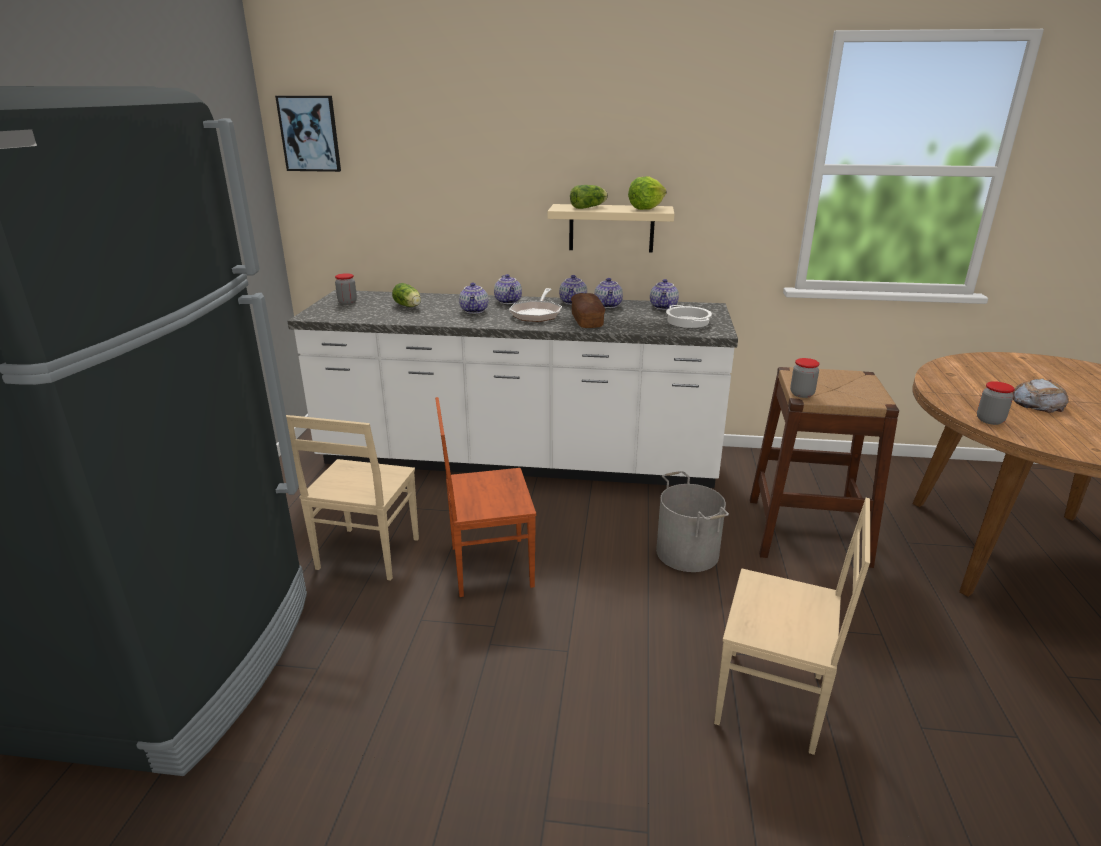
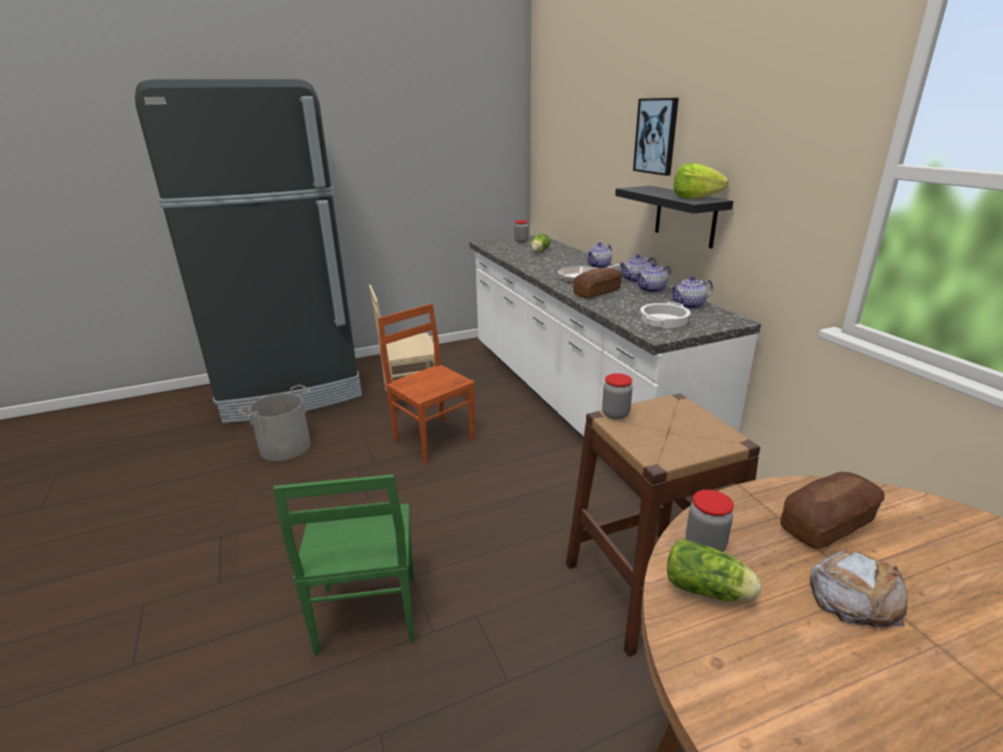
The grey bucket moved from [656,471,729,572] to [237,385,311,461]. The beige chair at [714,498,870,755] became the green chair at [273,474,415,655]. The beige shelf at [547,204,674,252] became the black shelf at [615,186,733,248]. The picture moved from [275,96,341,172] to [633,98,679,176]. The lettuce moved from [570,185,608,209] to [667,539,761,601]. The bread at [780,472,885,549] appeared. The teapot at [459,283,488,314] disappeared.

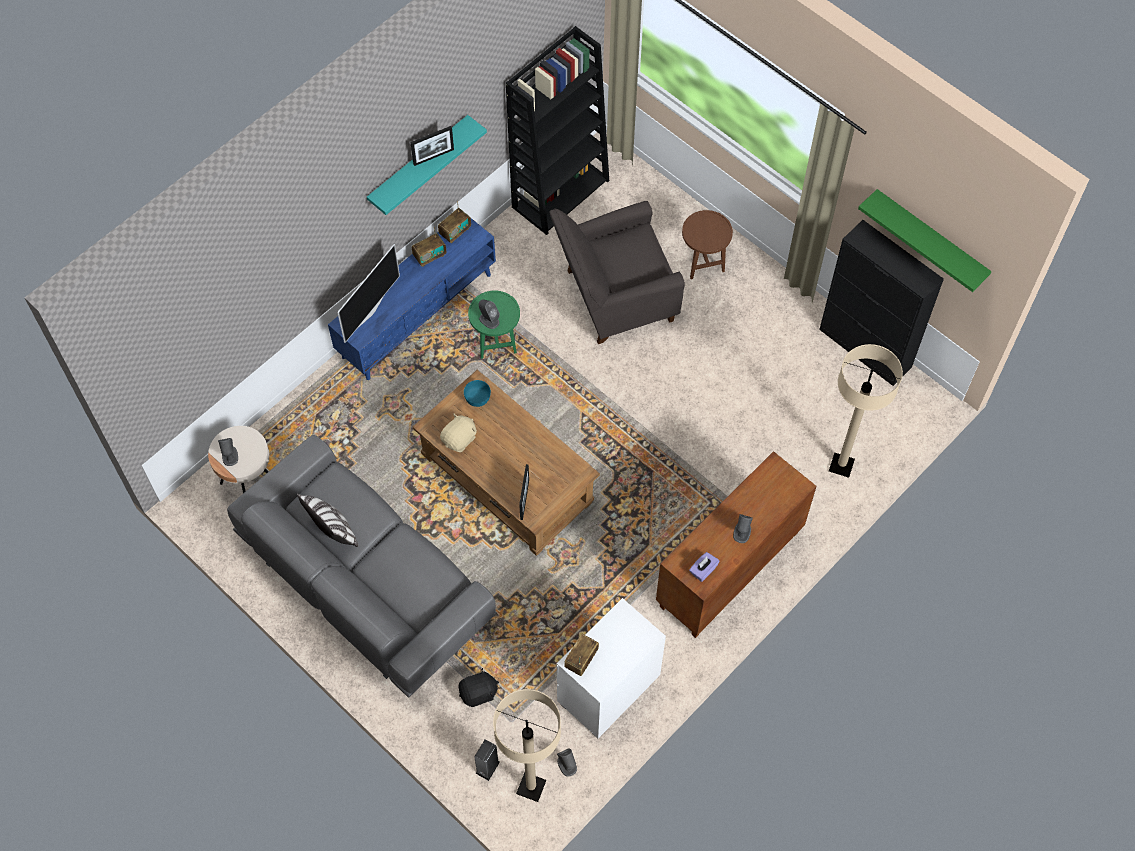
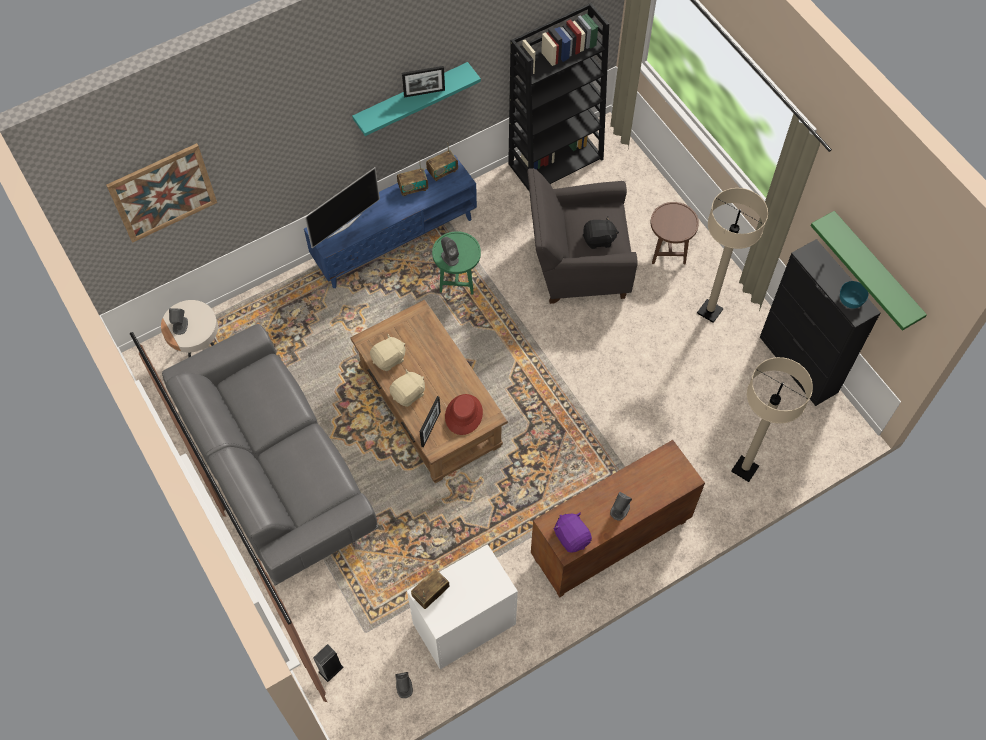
The picture at [106,143,217,243] appeared. The beige plush toy at [389,369,425,407] appeared. The red hat at [445,394,483,435] appeared. The purple tissue box at [689,552,720,582] was replaced by the purple plush toy at [553,512,592,553]. The black plush toy moved from [458,668,499,707] to [583,217,619,249]. The beige floor lamp moved from [493,689,561,802] to [697,188,768,323]. The turquoise bowl moved from [464,380,491,407] to [840,281,868,308]. The pillow at [297,493,358,547] disappeared.

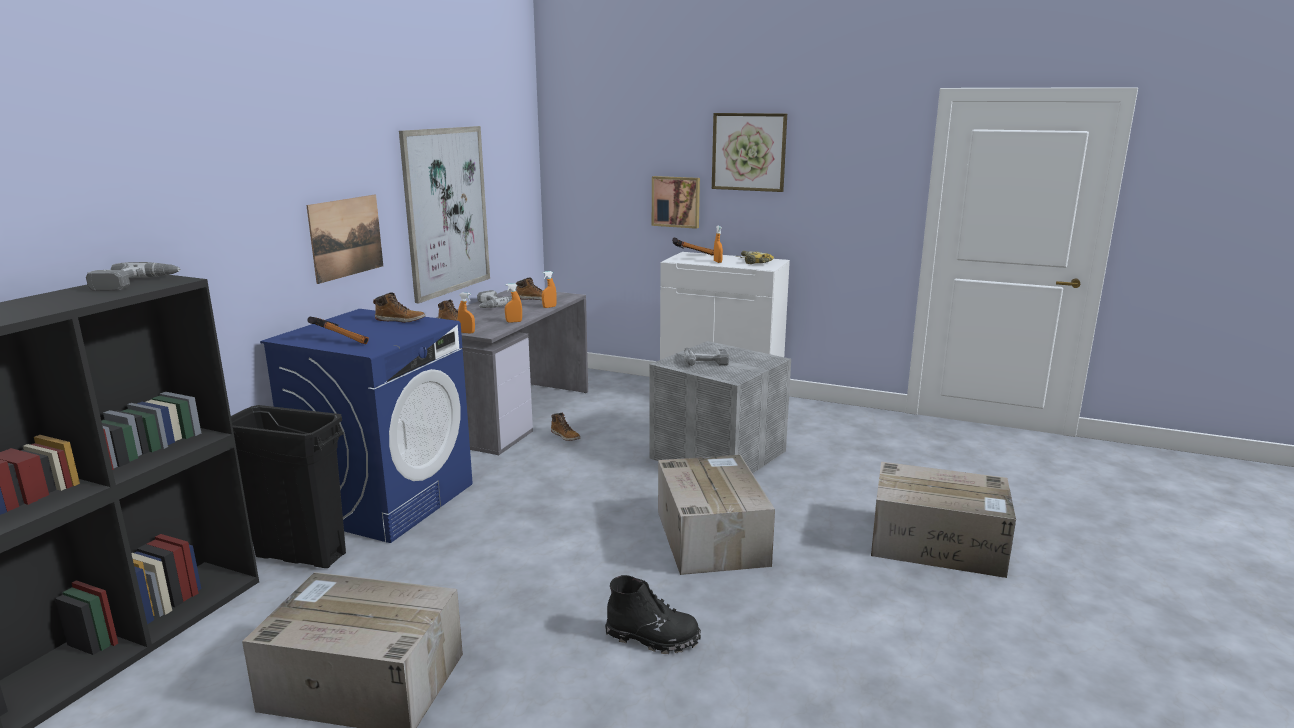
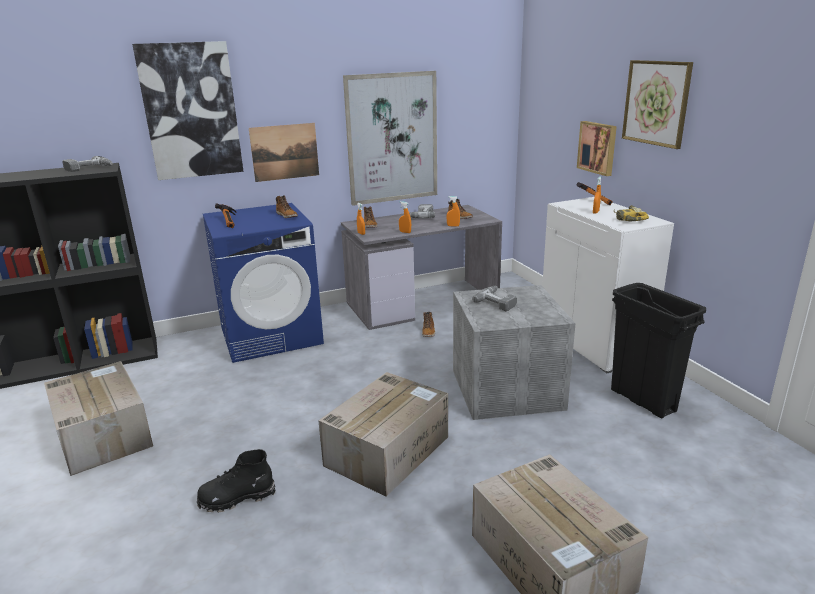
The picture at [132,41,243,180] appeared. The black boot at [605,575,701,654] turned 105 degrees clockwise. The black trash can moved from [231,405,346,568] to [611,283,706,418].

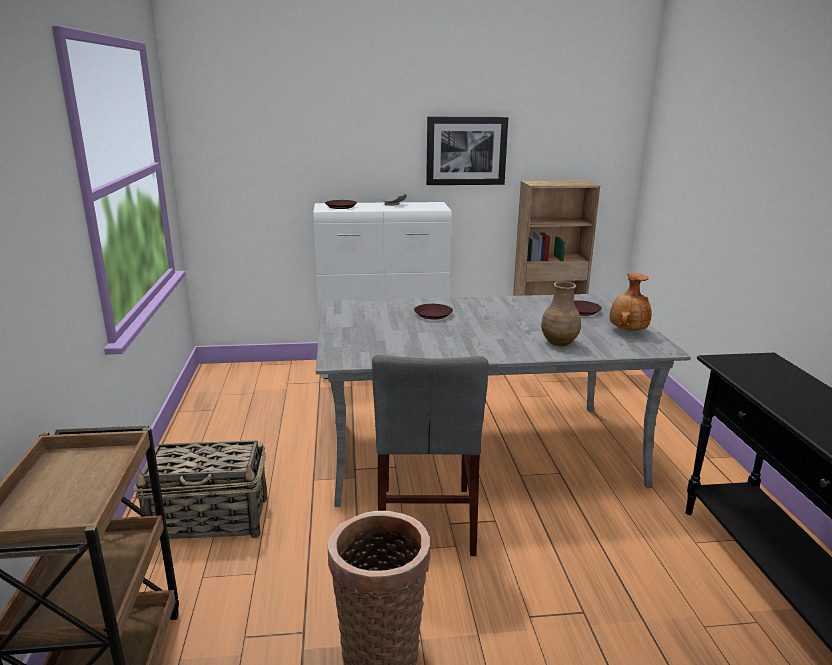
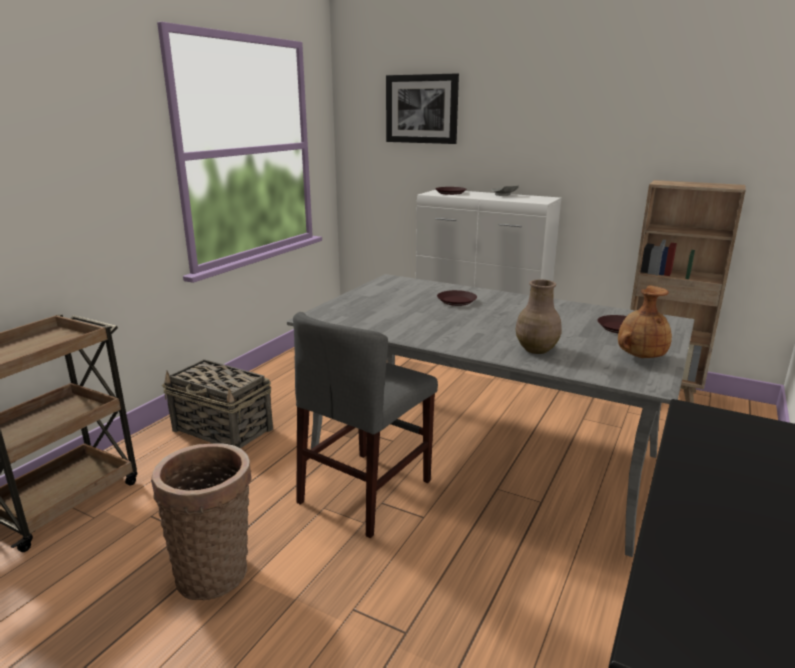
The picture moved from [426,117,508,185] to [386,73,459,144].

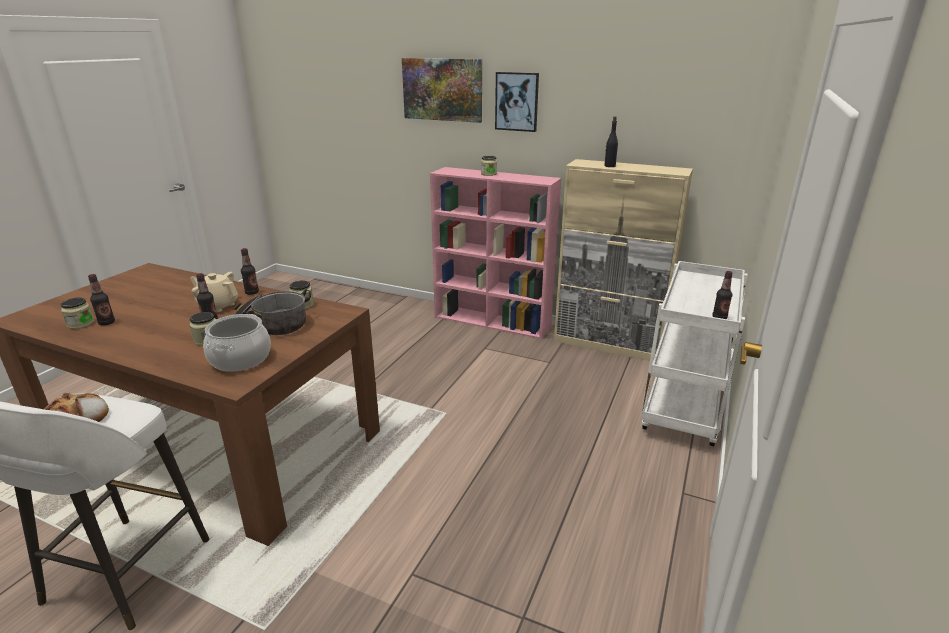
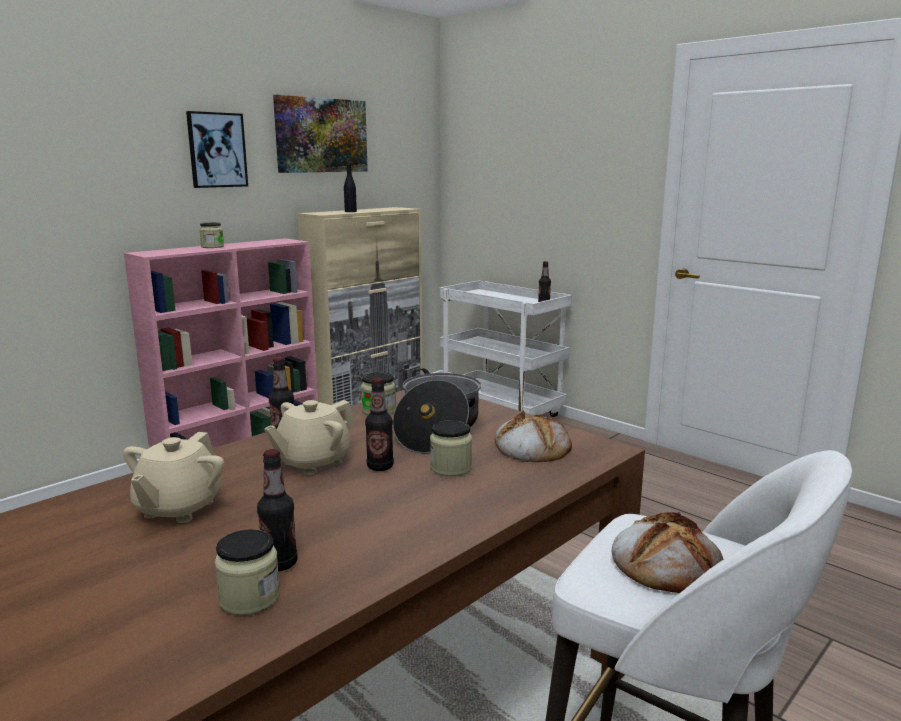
The beige teapot at [123,432,224,523] appeared. The picture moved from [402,58,482,123] to [273,95,368,173]. The cooking pot at [203,314,271,372] was replaced by the bread at [495,410,572,462].

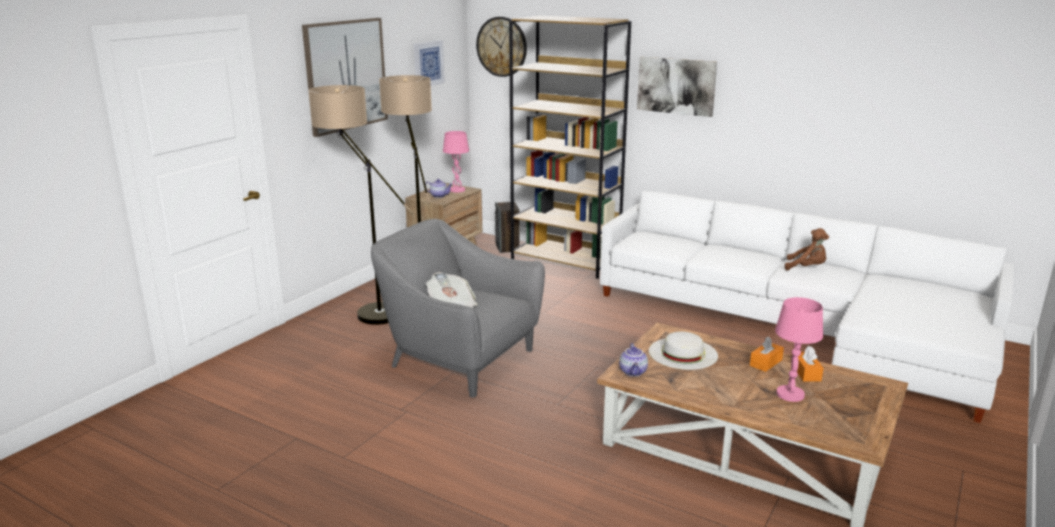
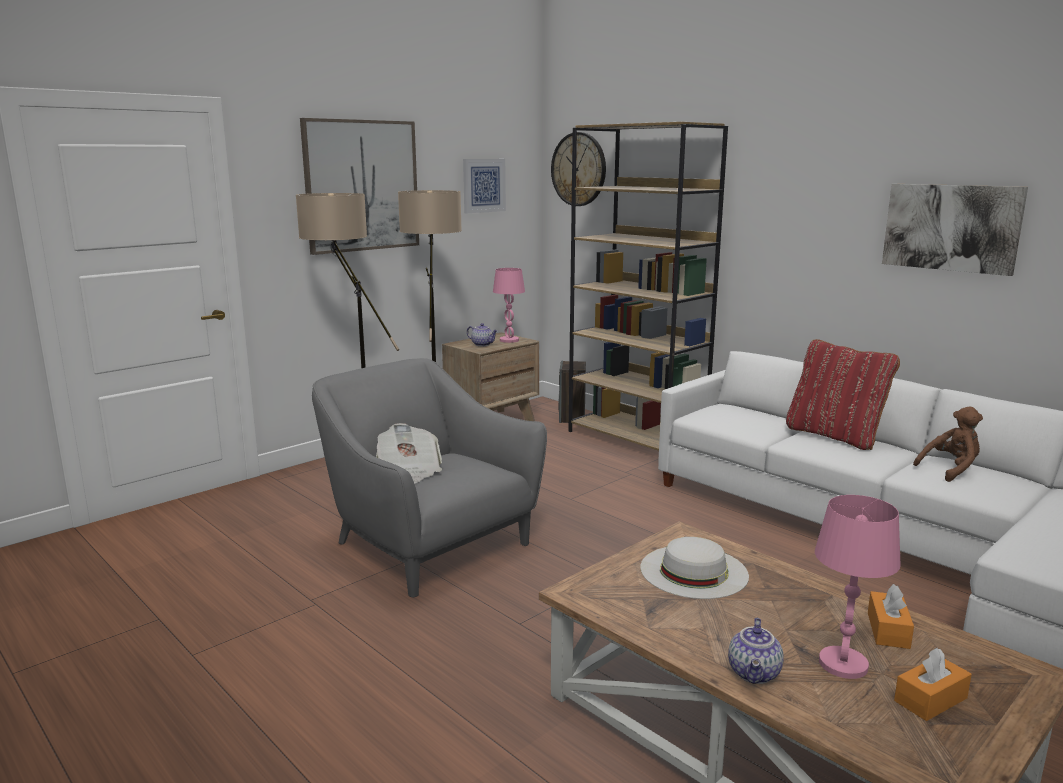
The teapot moved from [619,343,648,377] to [728,618,784,684]. The red pillow at [786,339,900,450] appeared. The picture moved from [637,57,717,117] to [882,184,1028,276]. The orange tissue box moved from [750,337,784,372] to [894,648,972,721]. The brown plush toy at [785,228,829,270] turned 60 degrees counterclockwise.

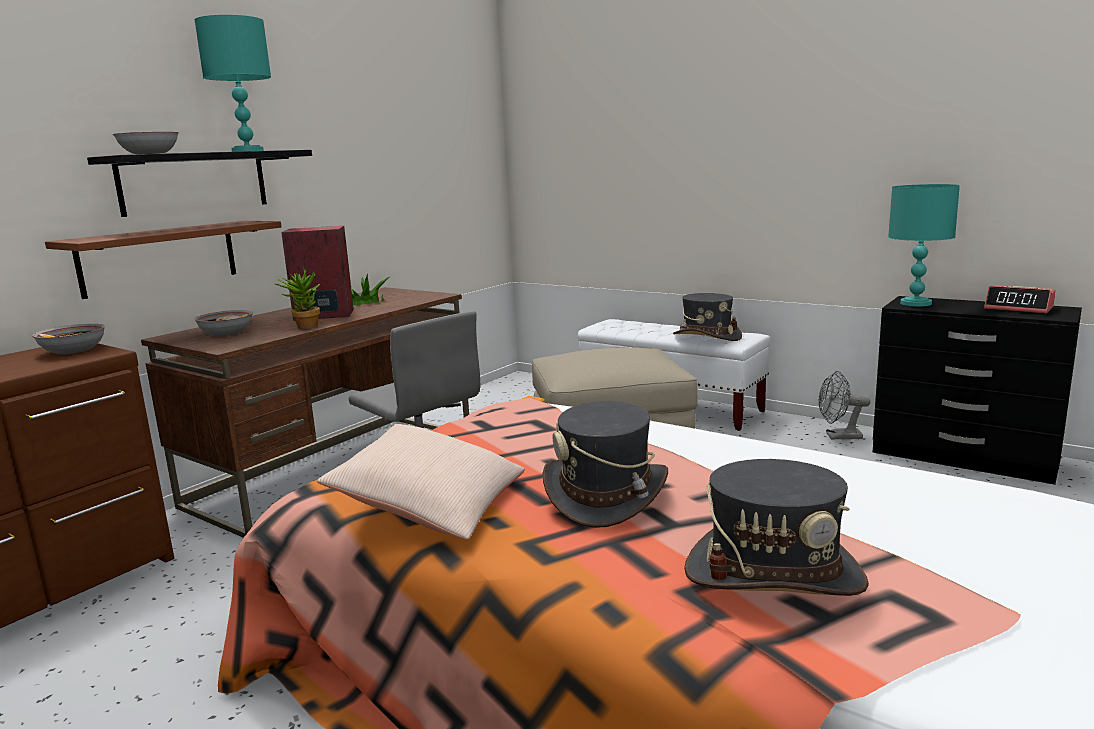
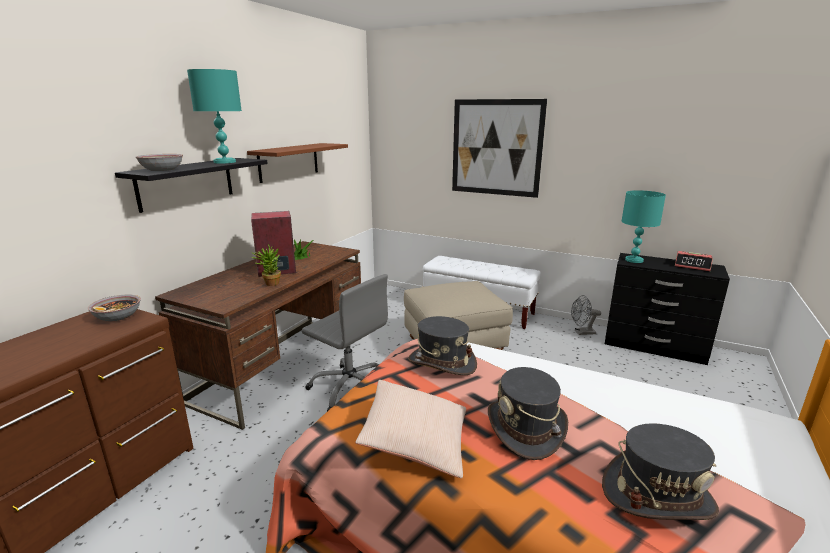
The brown shelf moved from [45,221,282,299] to [247,143,348,183]. The grey hat moved from [673,293,742,341] to [408,316,477,375]. The picture at [452,99,547,198] appeared. The bowl at [194,310,253,336] disappeared.

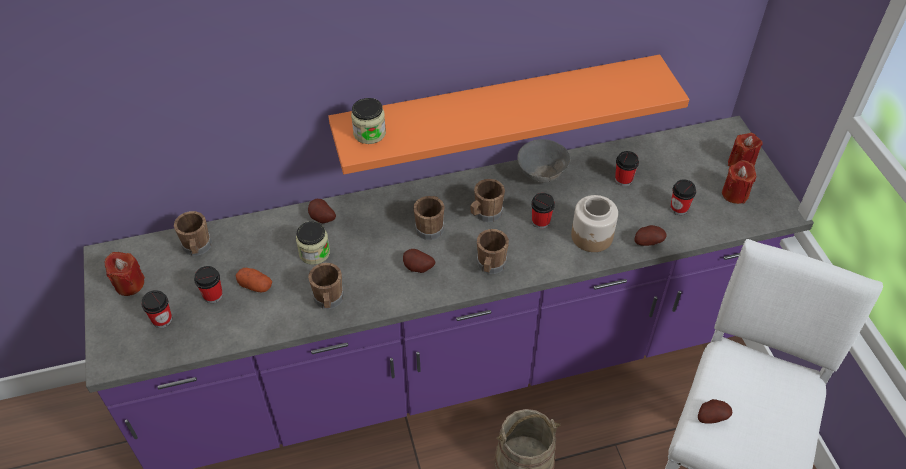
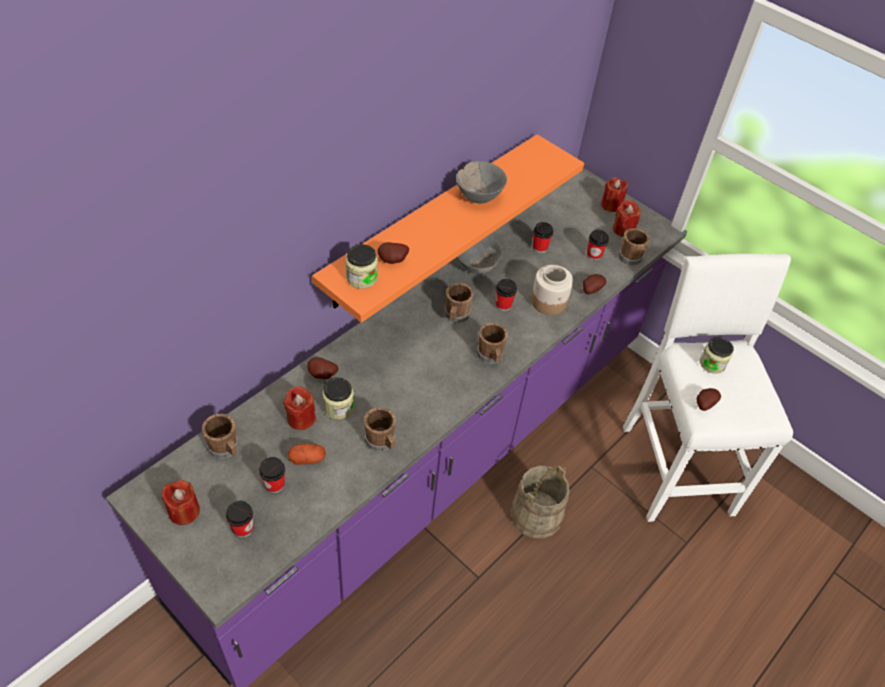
The red candle at [283,386,316,430] appeared. The potato moved from [403,249,435,273] to [378,242,409,264]. The grey bowl at [456,161,507,203] appeared. The brown mug moved from [413,196,445,240] to [618,228,650,265]. The jar at [700,337,734,374] appeared.

